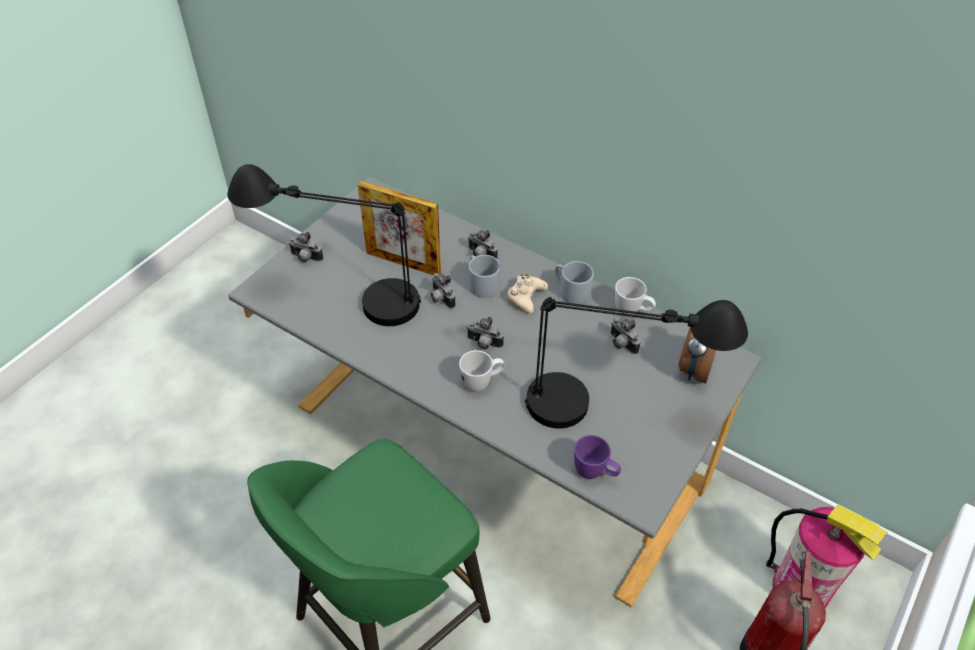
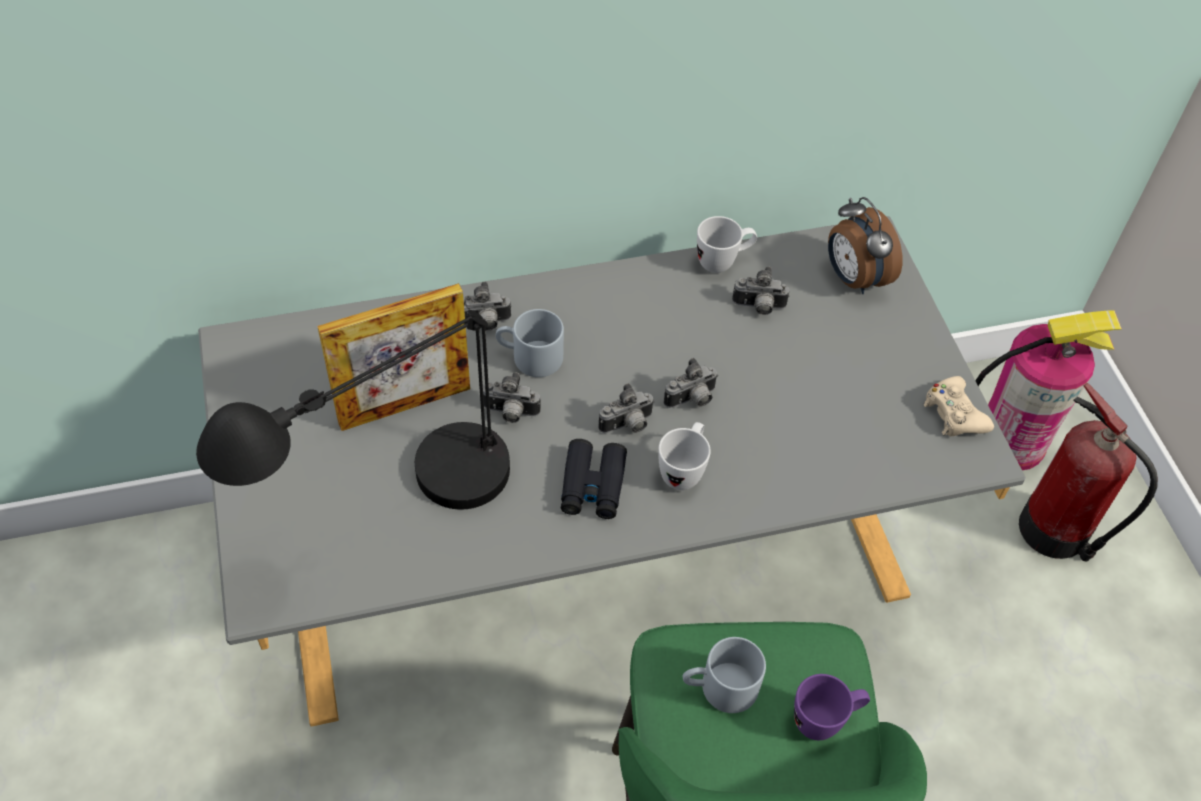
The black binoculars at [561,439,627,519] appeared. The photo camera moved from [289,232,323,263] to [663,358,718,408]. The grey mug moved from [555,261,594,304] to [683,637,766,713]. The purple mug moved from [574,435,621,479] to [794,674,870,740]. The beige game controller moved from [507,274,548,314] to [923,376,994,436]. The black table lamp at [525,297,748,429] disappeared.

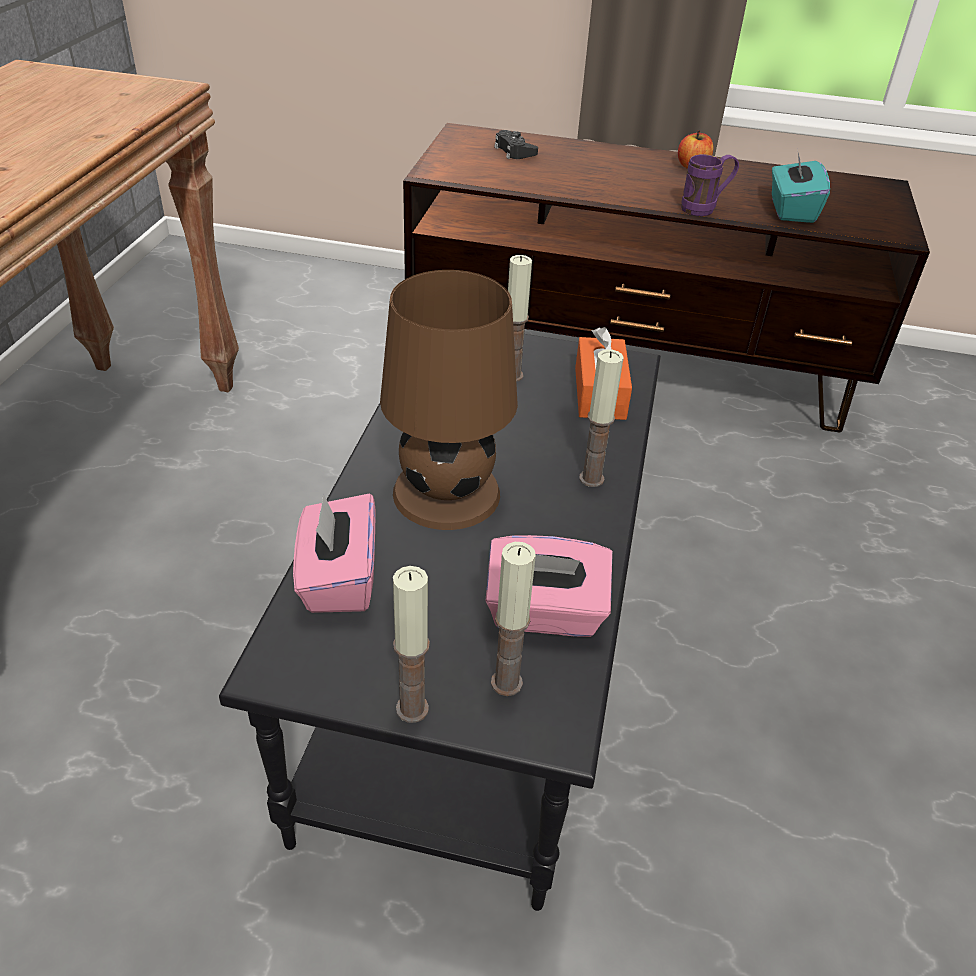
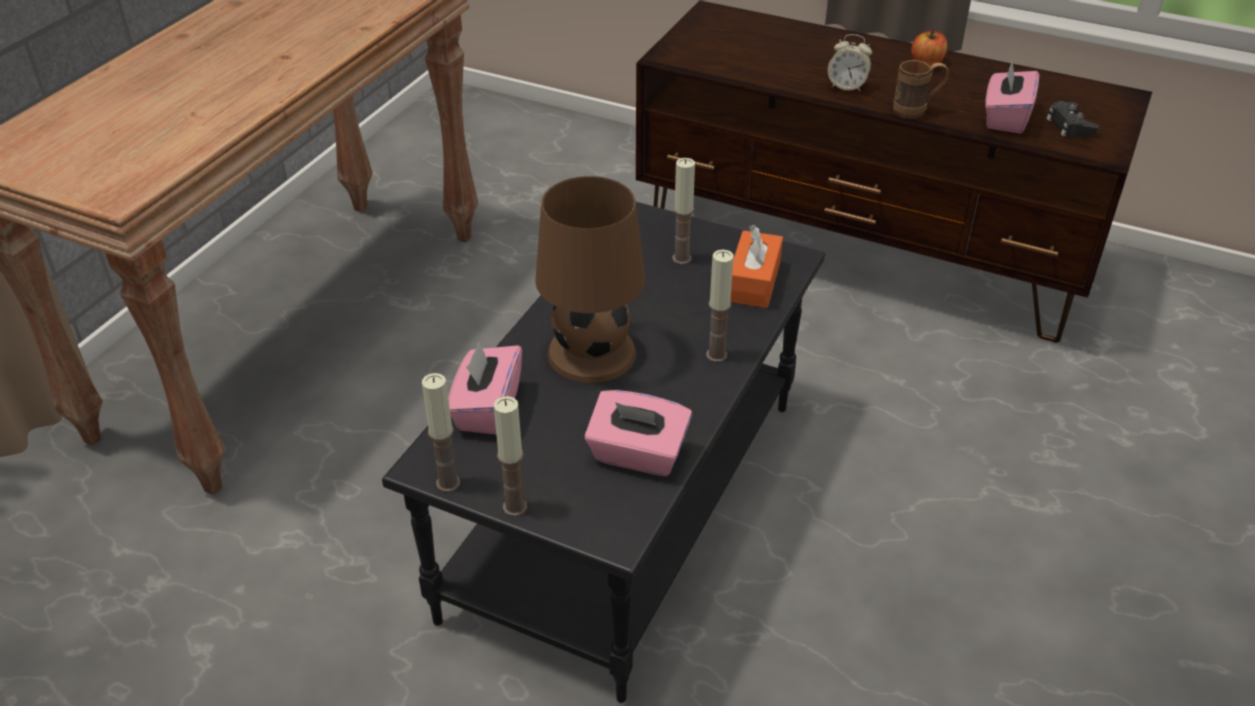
The candle moved from [491,542,536,696] to [422,373,460,492]. The alarm clock at [828,34,872,92] appeared. The purple mug at [681,154,739,216] became the brown mug at [893,60,949,119]. The turquoise tissue box at [772,153,830,223] became the pink tissue box at [985,60,1039,133]. The black game controller moved from [494,130,538,159] to [1047,101,1099,138].

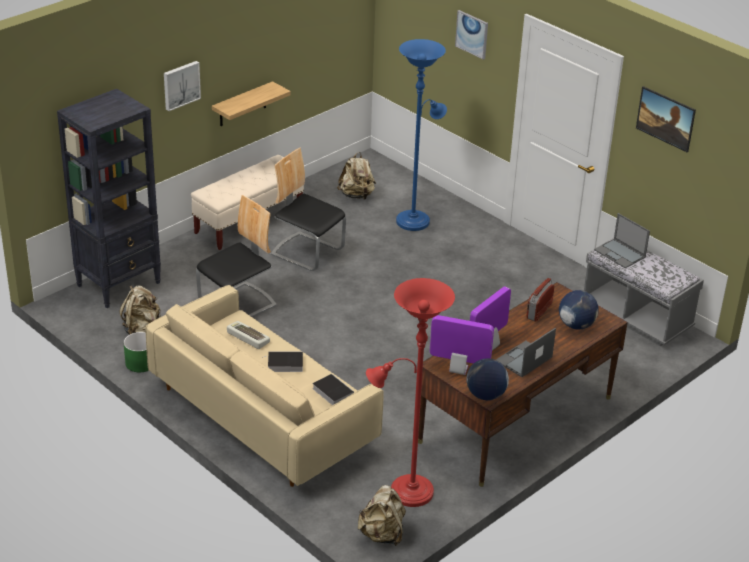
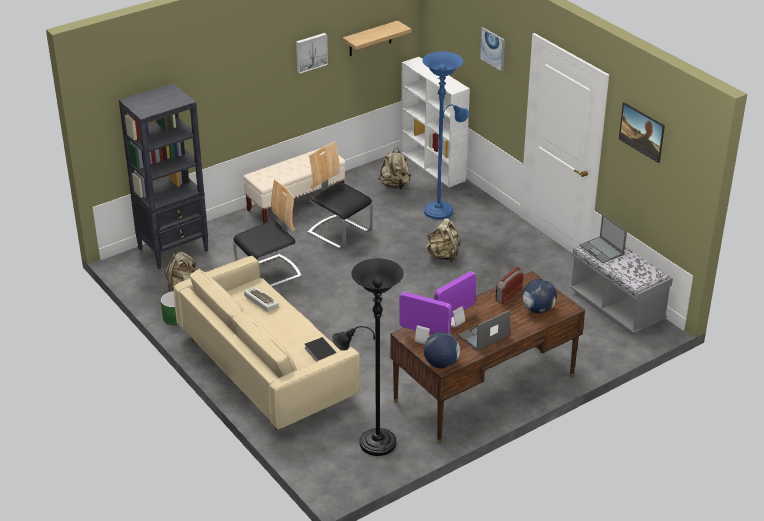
The picture moved from [164,61,201,111] to [296,33,328,74]. The red floor lamp at [366,278,455,507] became the black floor lamp at [333,258,404,456]. The shelf moved from [212,81,291,126] to [343,21,411,56]. The white bookcase at [401,57,470,187] appeared. The beige backpack moved from [358,485,406,546] to [426,218,461,262]. The book at [262,351,303,372] disappeared.

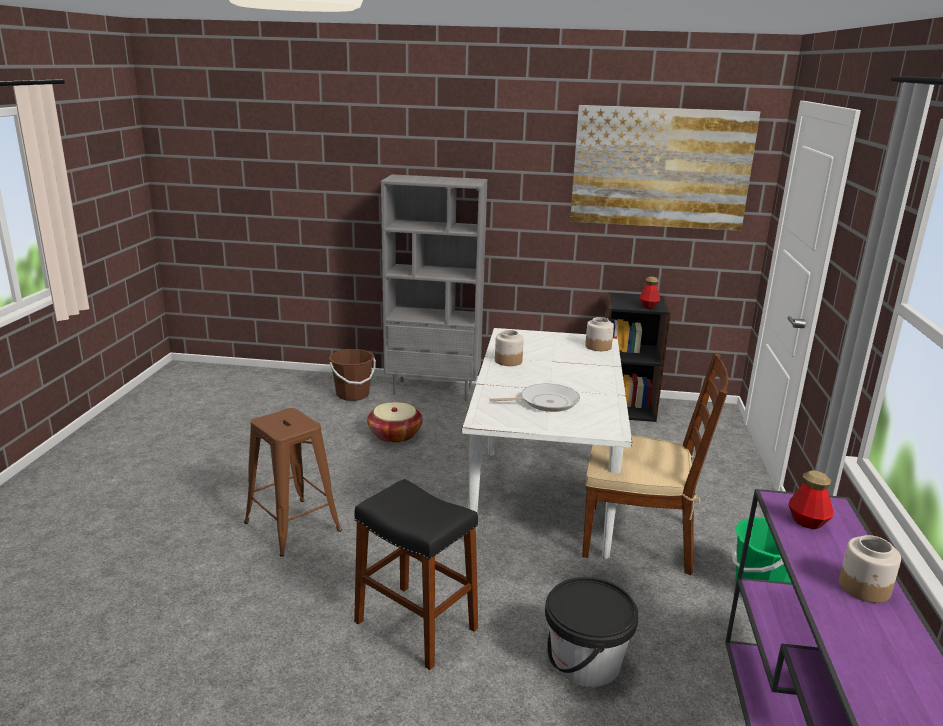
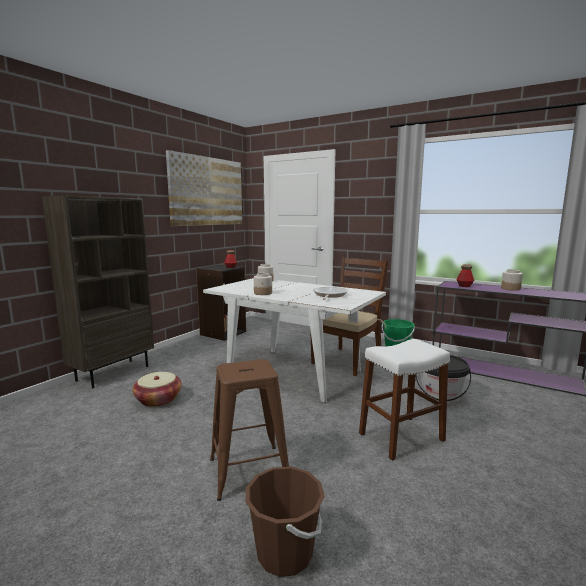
The grey bookcase at [381,174,487,401] became the brown bookcase at [42,195,154,389]. The brown bucket moved from [329,349,376,401] to [245,467,325,577]. The black stool at [354,479,478,670] became the white stool at [359,339,450,461].

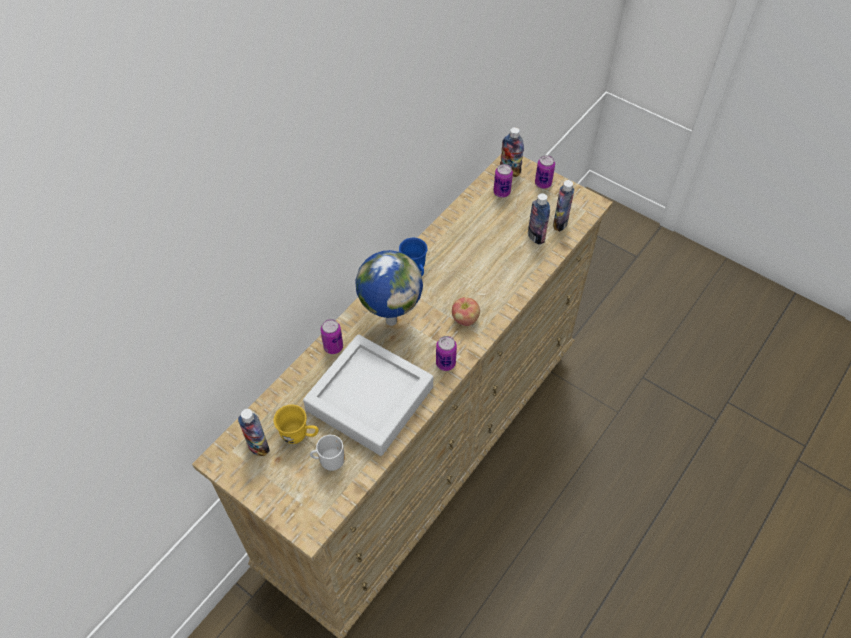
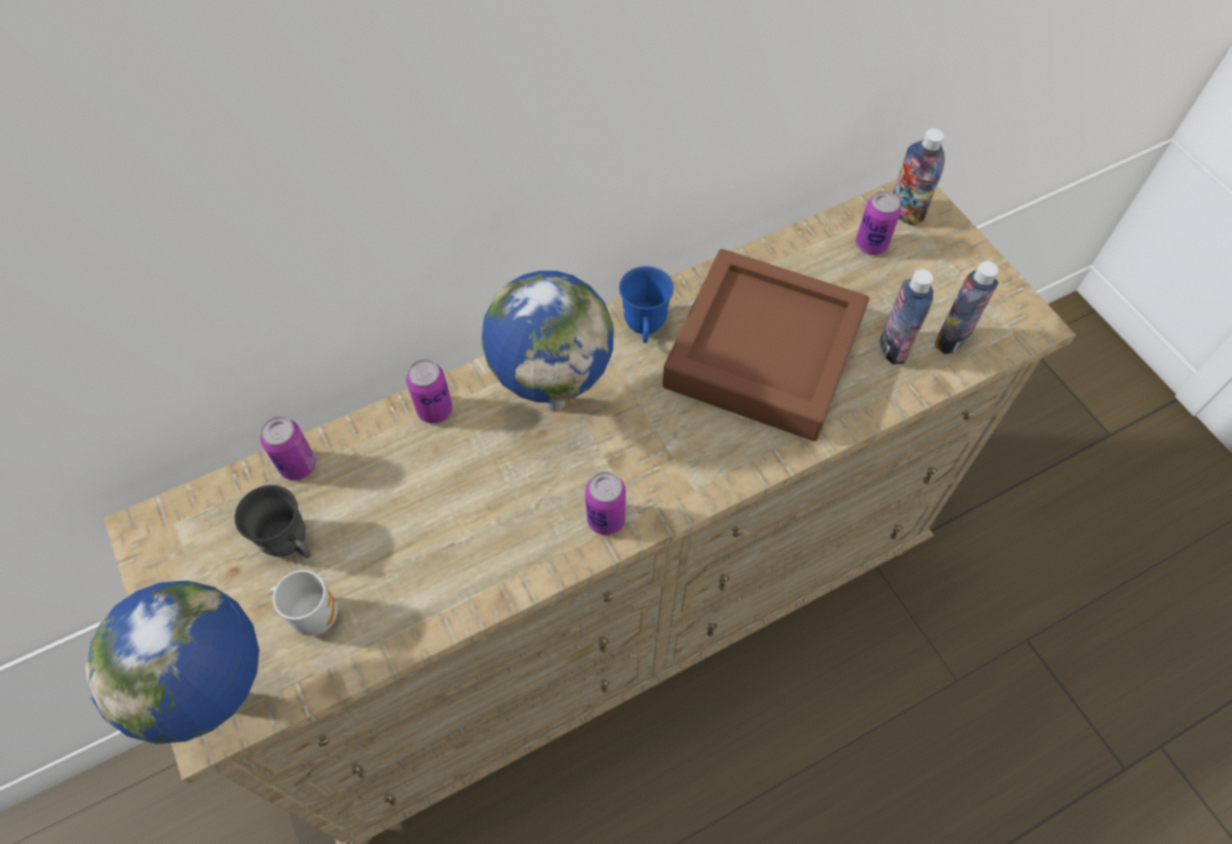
The globe at [85,581,259,744] appeared. The yellow mug at [273,404,318,444] became the grey mug at [234,485,311,558]. The can moved from [535,155,555,189] to [260,417,316,480]. The brown tray at [662,249,869,441] appeared. The bottle at [238,409,270,456] disappeared. The grey tray at [303,334,433,456] disappeared. The apple at [452,297,480,326] disappeared.

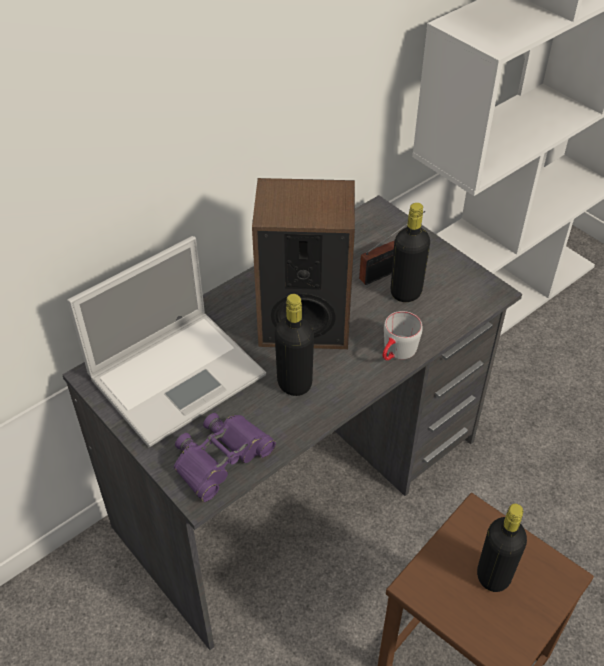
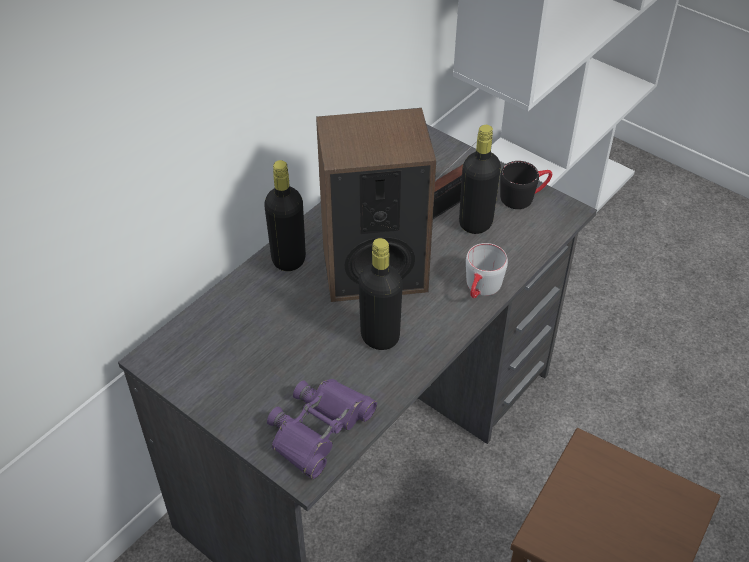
The black bottle moved from [477,504,527,592] to [264,160,306,271]. The black mug at [500,161,552,209] appeared. The laptop at [67,236,266,447] disappeared.

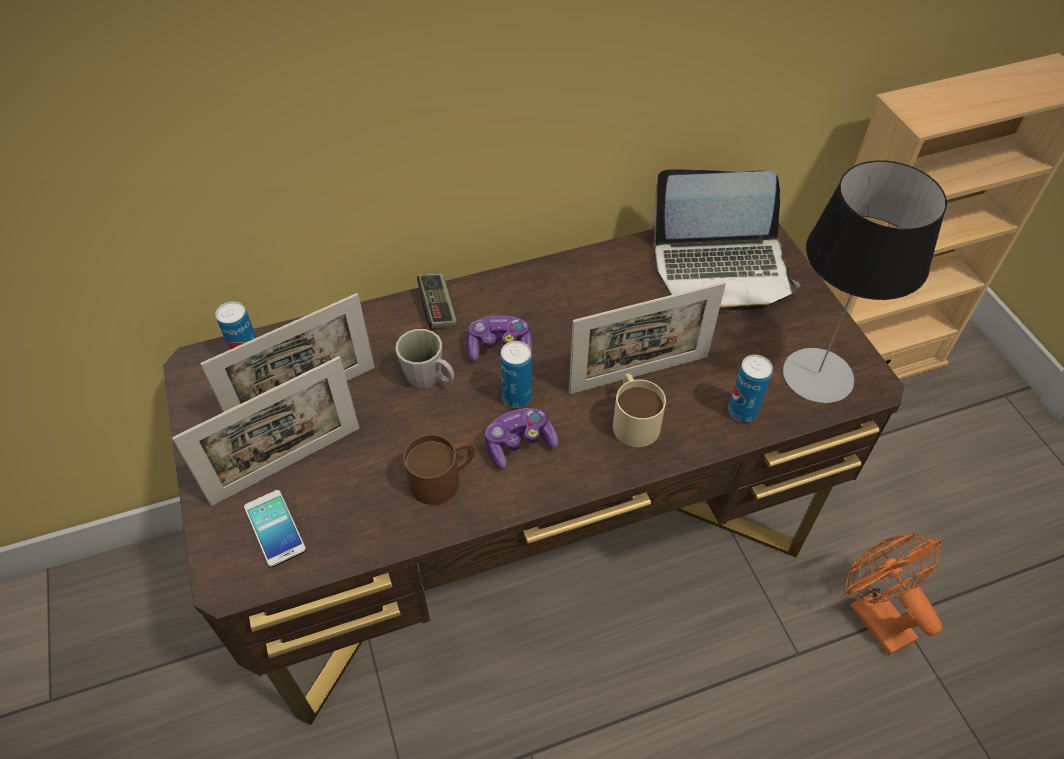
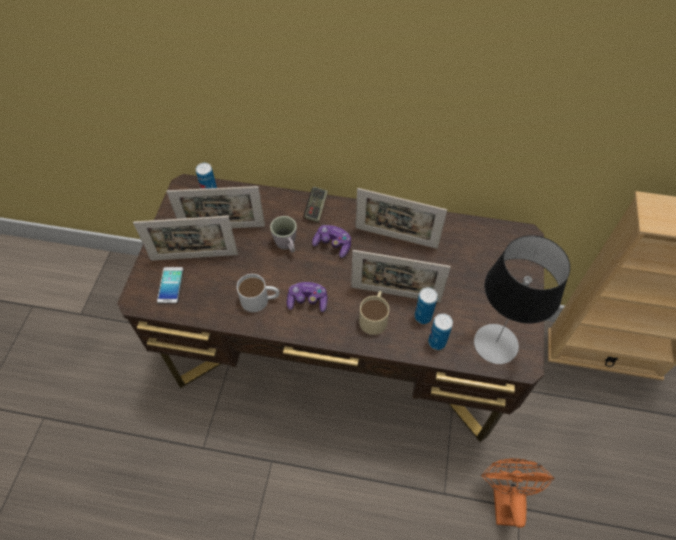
The brown mug at [404,434,475,505] became the white mug at [237,274,279,312]. The picture frame at [356,188,447,249] appeared. The can moved from [500,341,532,408] to [414,287,438,324]. The laptop at [651,169,800,312] disappeared.

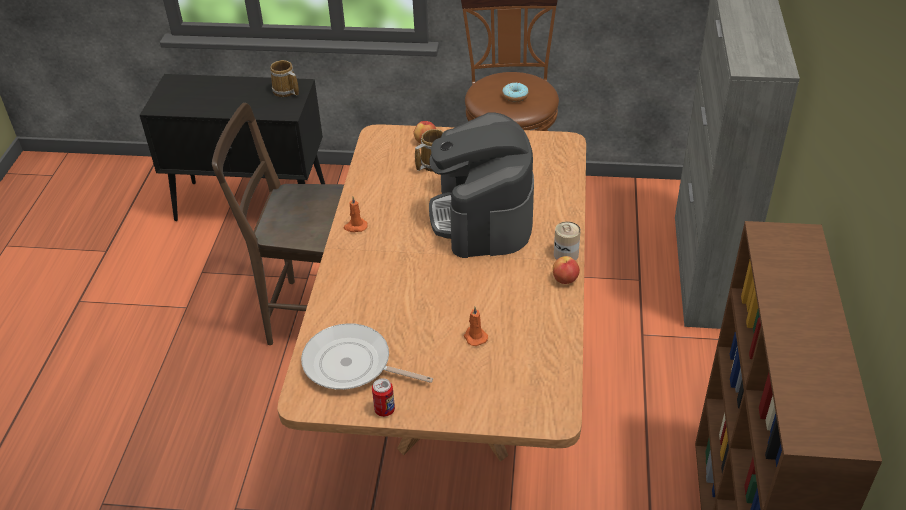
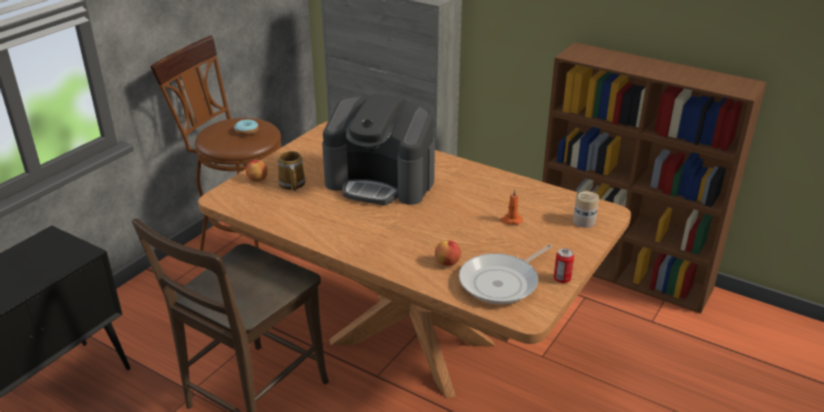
The apple moved from [553,256,580,284] to [435,240,461,266]. The can moved from [554,221,581,261] to [573,191,599,228]. The mug at [270,60,299,97] disappeared. The orange candle at [343,197,368,232] disappeared.

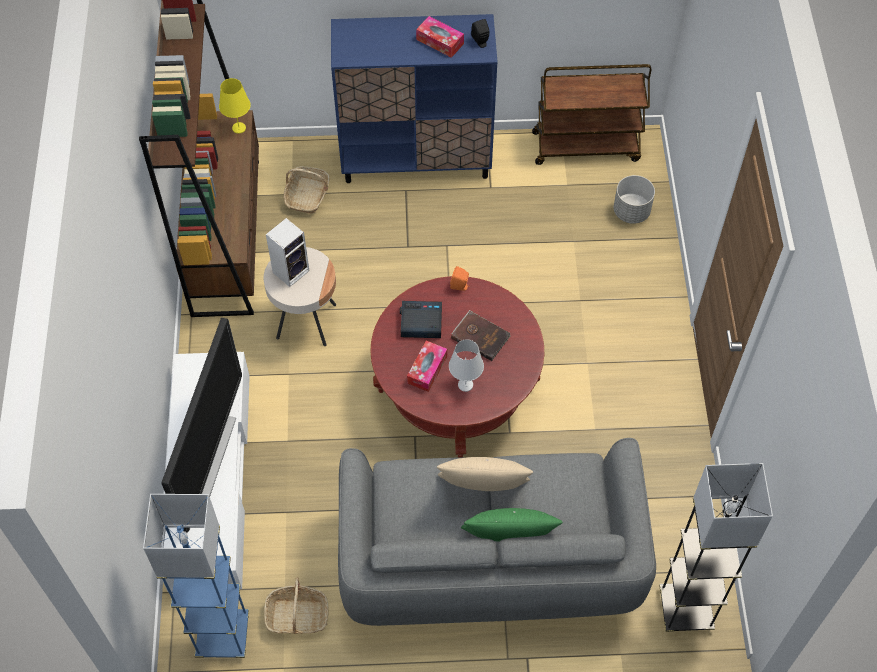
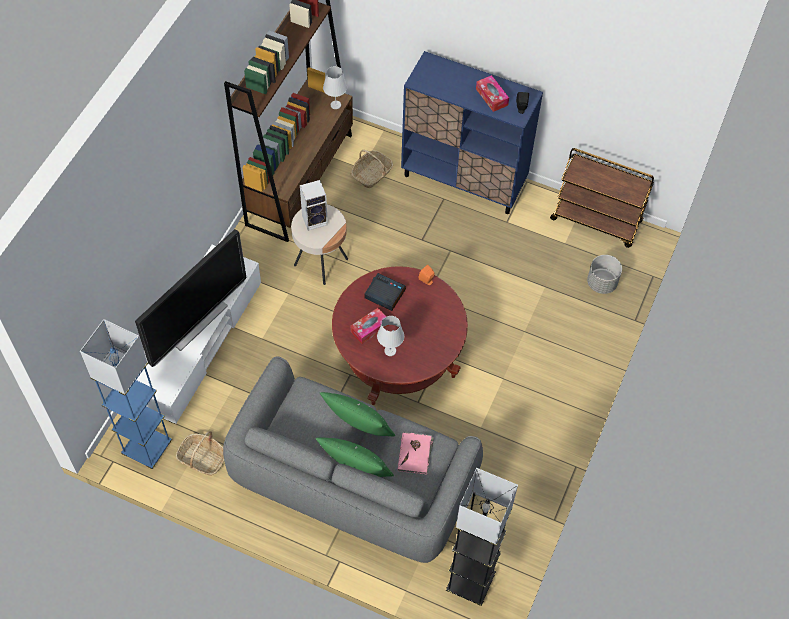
The beige pillow at [437,457,533,491] became the green pillow at [320,392,395,436]. The yellow table lamp at [219,78,251,134] became the white table lamp at [323,66,347,109]. The pink book at [398,432,434,475] appeared. The brown book at [451,310,511,361] disappeared.

